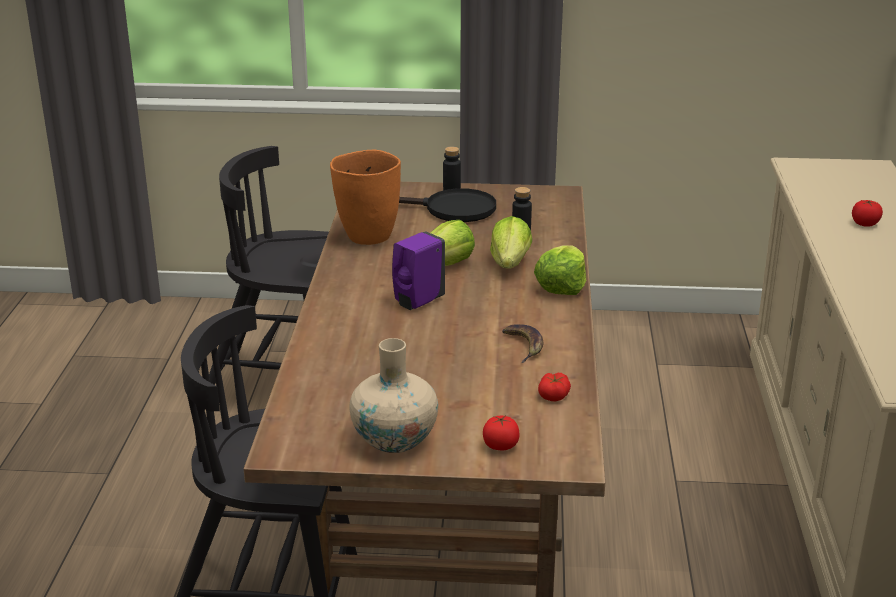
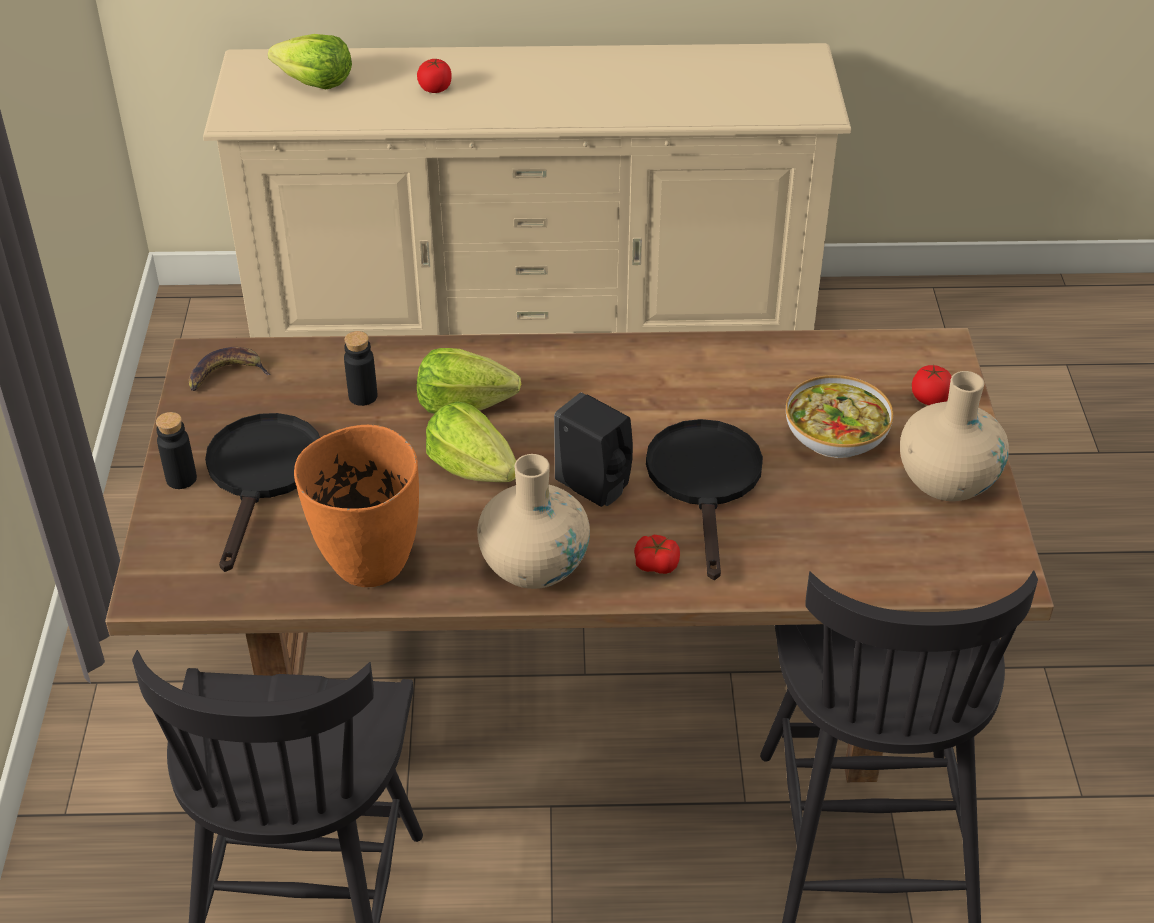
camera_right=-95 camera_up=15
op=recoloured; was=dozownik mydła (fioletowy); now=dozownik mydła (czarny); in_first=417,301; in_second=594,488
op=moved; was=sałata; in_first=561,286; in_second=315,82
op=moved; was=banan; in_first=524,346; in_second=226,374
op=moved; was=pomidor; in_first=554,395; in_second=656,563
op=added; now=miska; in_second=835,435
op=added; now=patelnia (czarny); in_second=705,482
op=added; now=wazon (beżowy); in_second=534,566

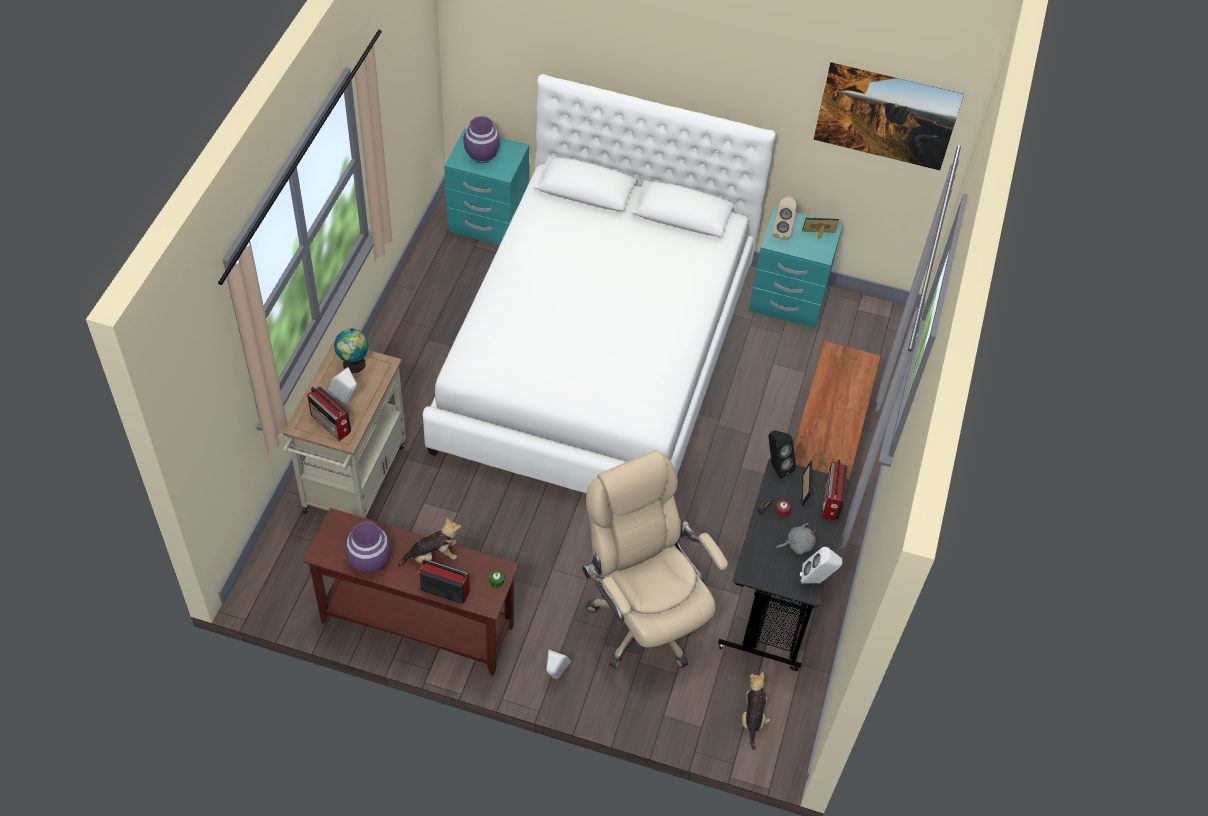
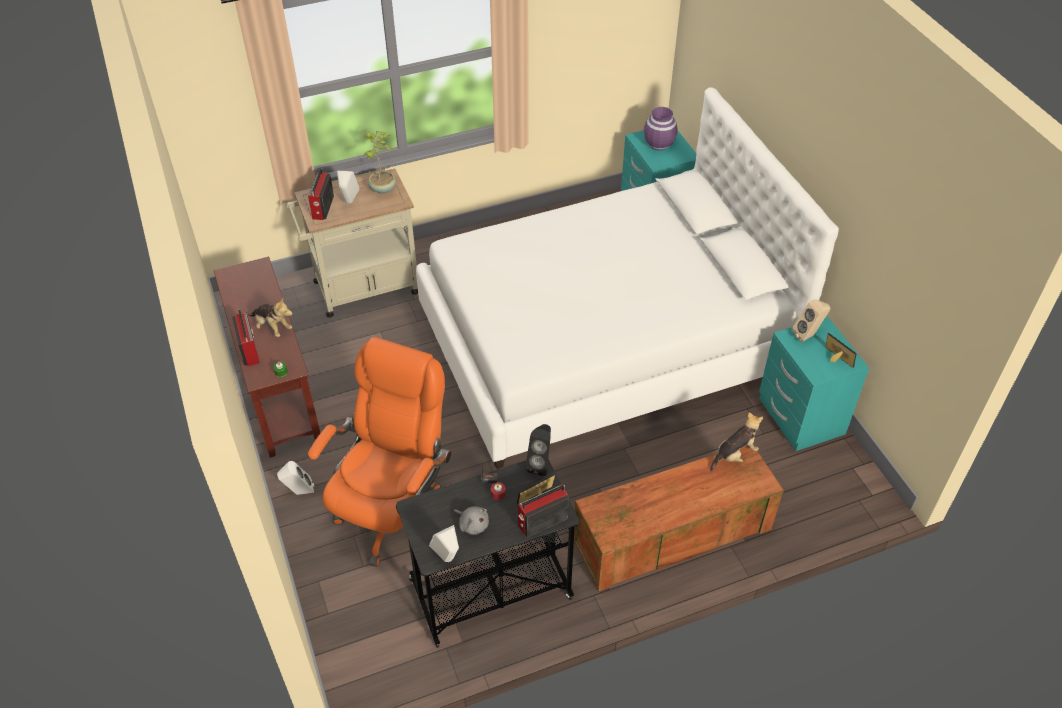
camera_right=55 camera_up=-5
op=removed; was=obraz; in_first=881,136
op=replaced; was=globus; now=roślina doniczkowa; in_first=354,365; in_second=383,188
op=recoloured; was=krzesło biurowe (beżowy); now=krzesło biurowe (pomarańczowy); in_first=644,621; in_second=394,515
op=removed; was=wazon (fioletowy); in_first=369,560
op=moved; was=pluszak; in_first=753,717; in_second=735,455

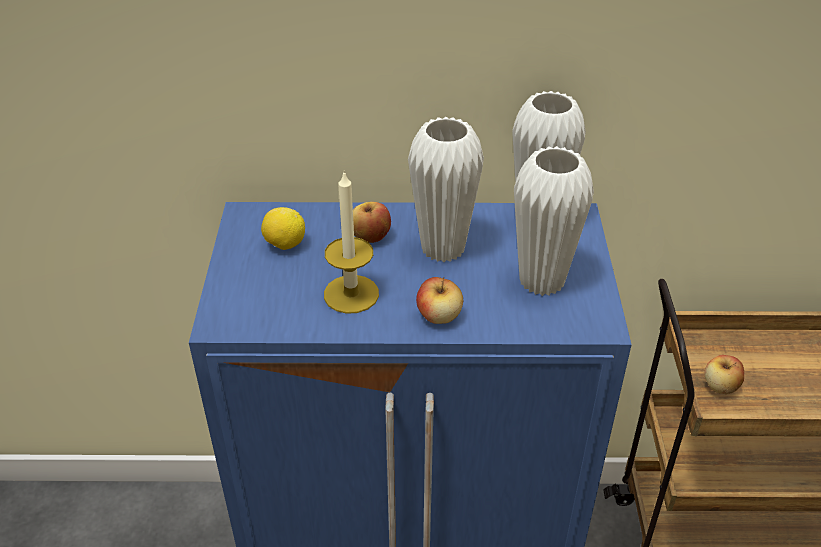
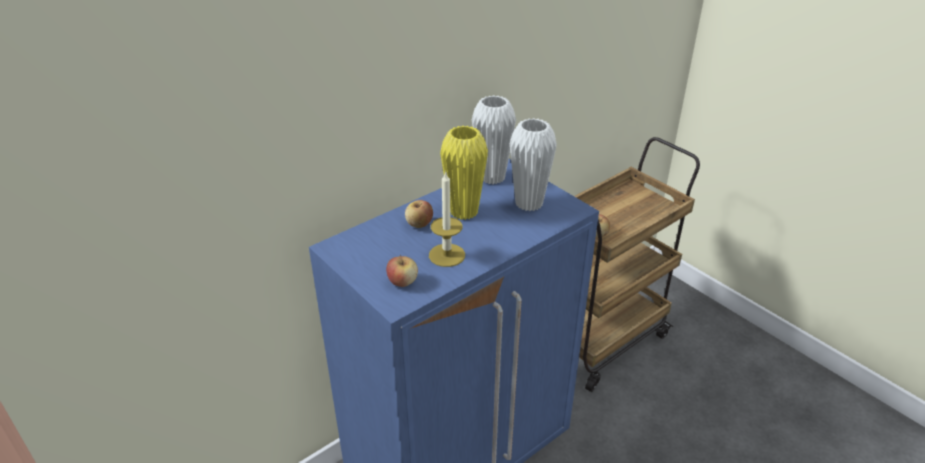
camera_right=-40 camera_up=-5
op=recoloured; was=wazon (biały); now=wazon (żółty); in_first=443,248; in_second=464,212
op=removed; was=cytryna; in_first=284,244
op=moved; was=jabłko; in_first=439,316; in_second=402,282

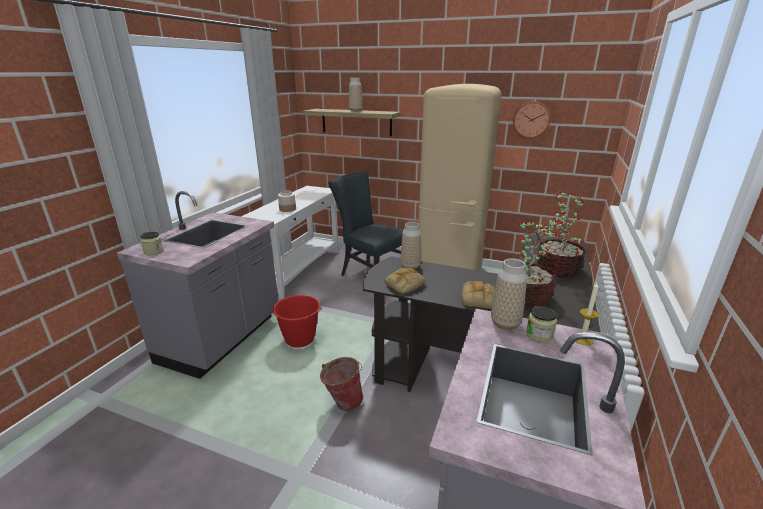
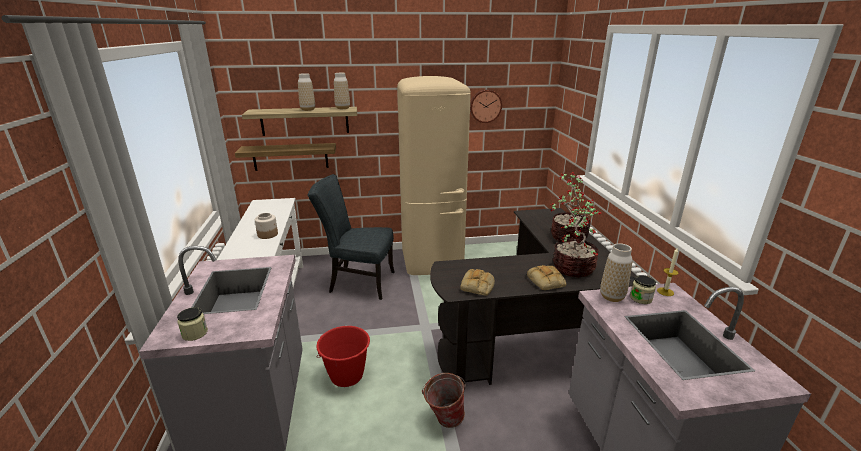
camera_right=-30 camera_up=0
op=moved; was=wazon; in_first=410,266; in_second=342,108
op=added; now=półka; in_second=290,156

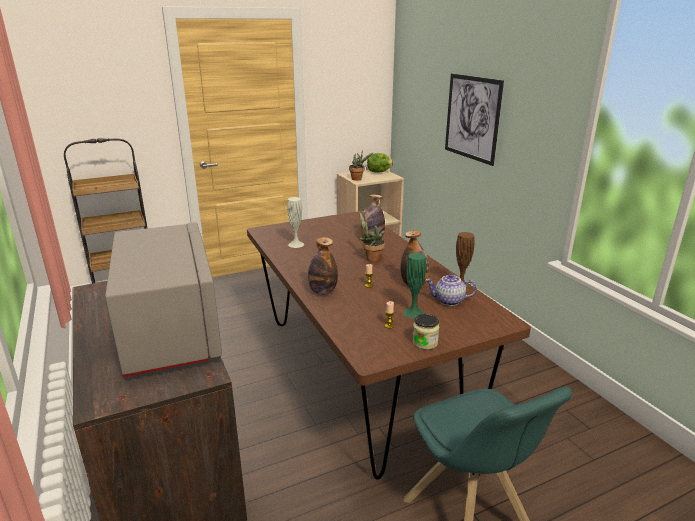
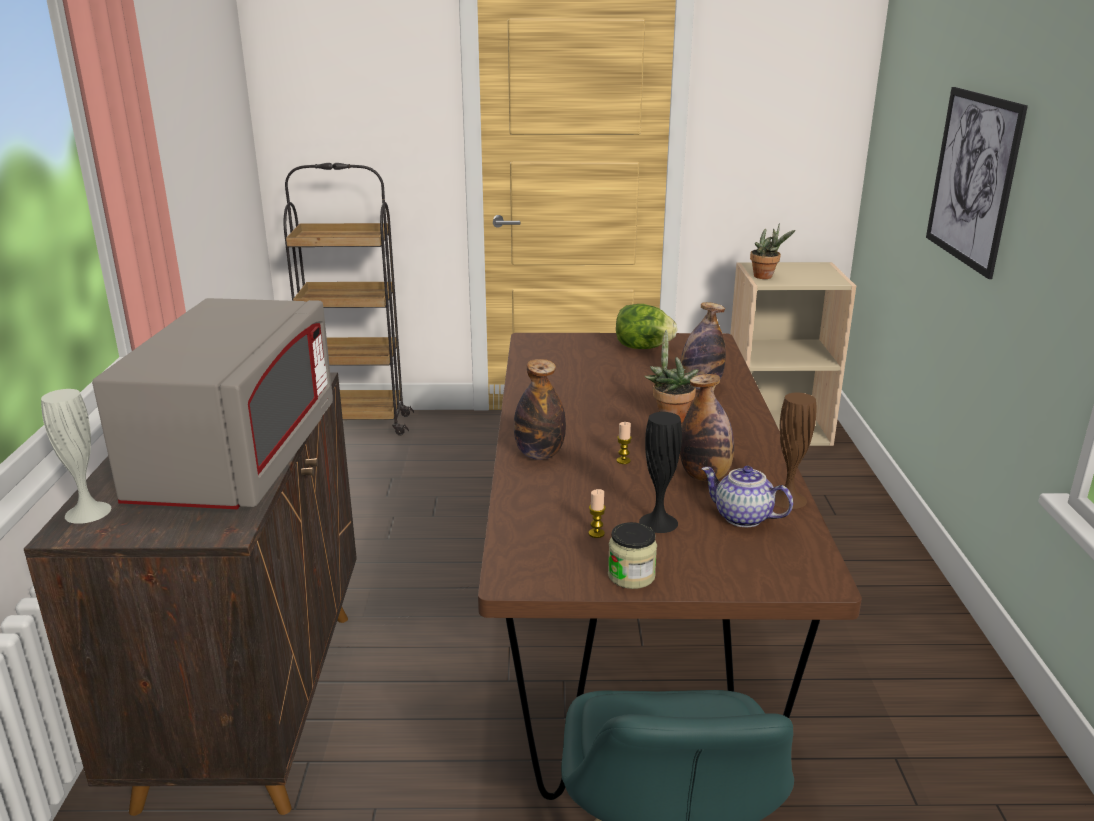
camera_right=25 camera_up=0
op=moved; was=sałata; in_first=379,172; in_second=642,347
op=moved; was=wazon (biały); in_first=296,244; in_second=88,512
op=recoloured; was=wazon (zielony); now=wazon (czarny); in_first=413,313; in_second=658,522

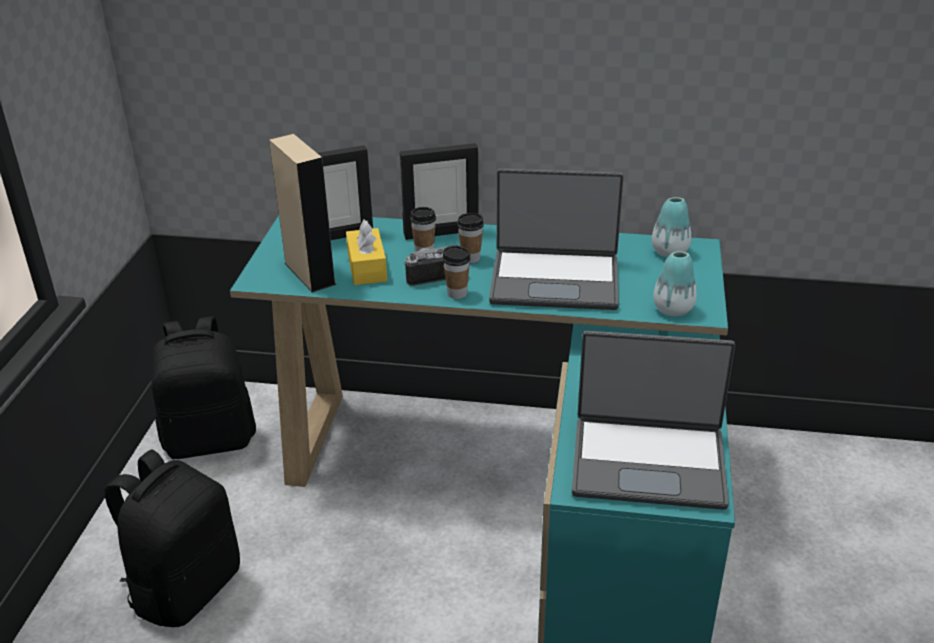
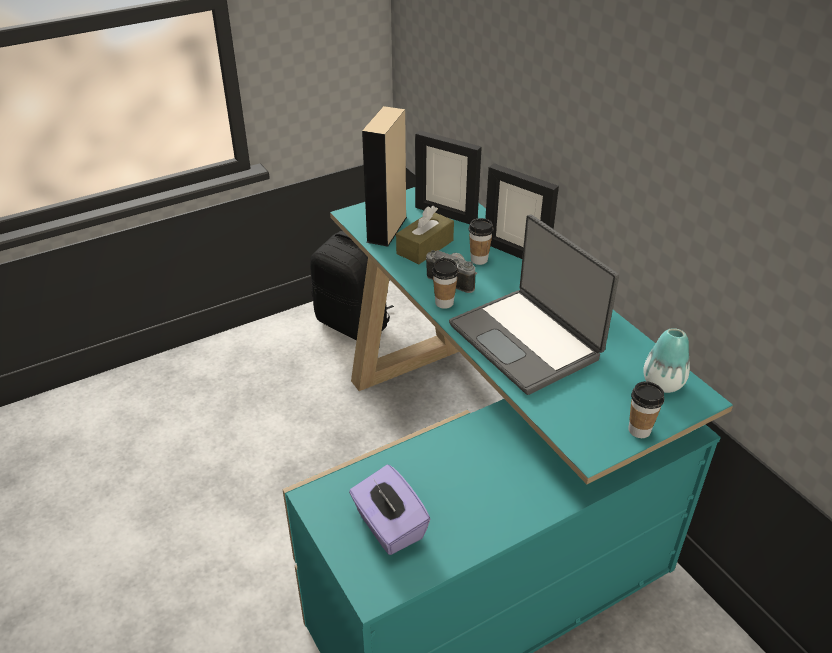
camera_right=50 camera_up=5
op=moved; was=filiżanka; in_first=470,258; in_second=639,430
op=recoloured; was=pudełko chusteczek (żółty); now=pudełko chusteczek (brązowy); in_first=367,267; in_second=425,247
op=removed; was=wazon; in_first=673,309
op=replaced; was=laptop; now=pudełko chusteczek (fioletowy); in_first=648,462; in_second=389,526
op=removed; was=plecak (czarny); in_first=186,588

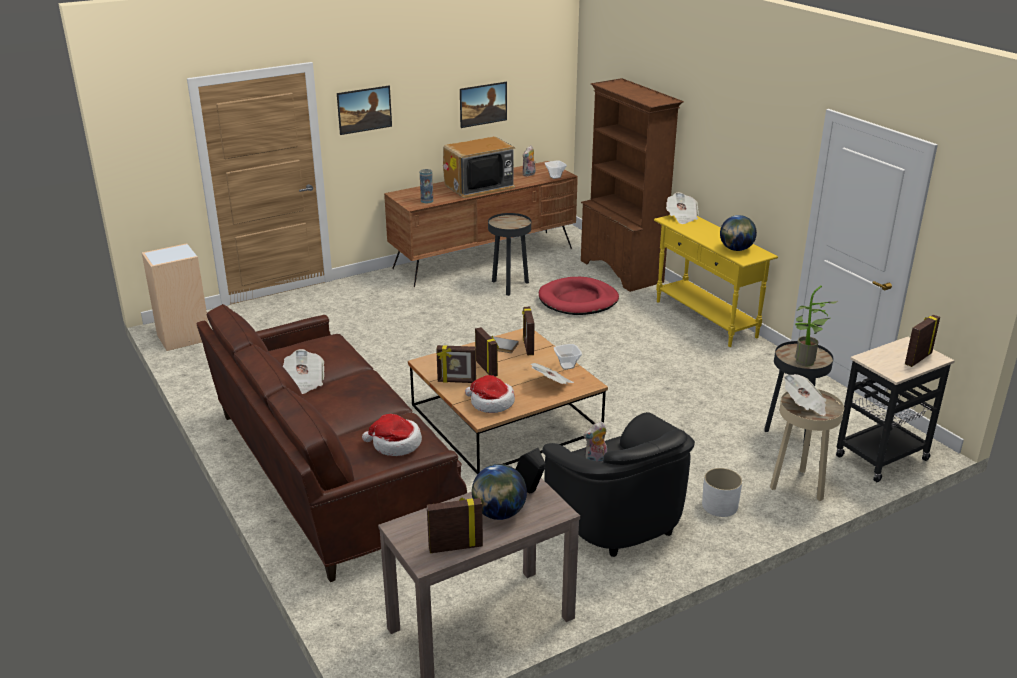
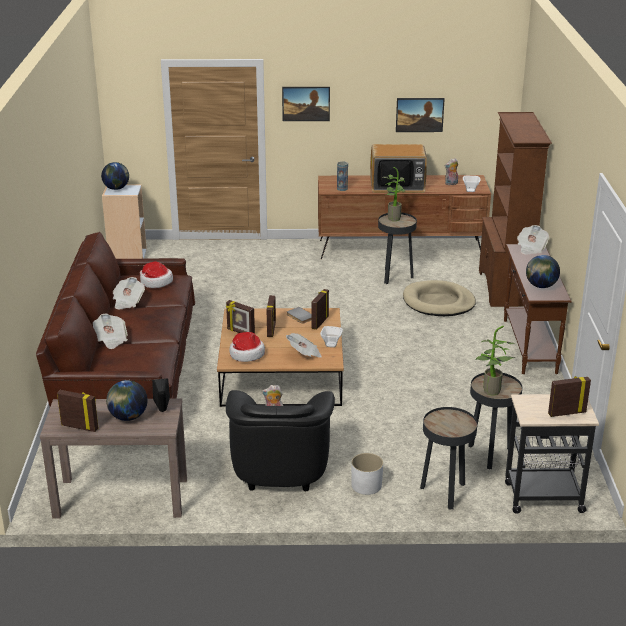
camera_right=30 camera_up=0
op=recoloured; was=stolik konsolowy (żółty); now=stolik konsolowy (brązowy); in_first=705,319; in_second=529,346
op=recoloured; was=legowisko (czerwony); now=legowisko (beżowy); in_first=578,300; in_second=438,302
op=moved; was=gazeta; in_first=804,405; in_second=111,340
op=recoloured; was=stolik (beżowy); now=stolik (czarny); in_first=797,487; in_second=444,494
op=moved; was=kapelusz; in_first=395,444; in_second=155,282
op=added; now=globus; in_second=116,188
op=added; now=roślina doniczkowa; in_second=393,218

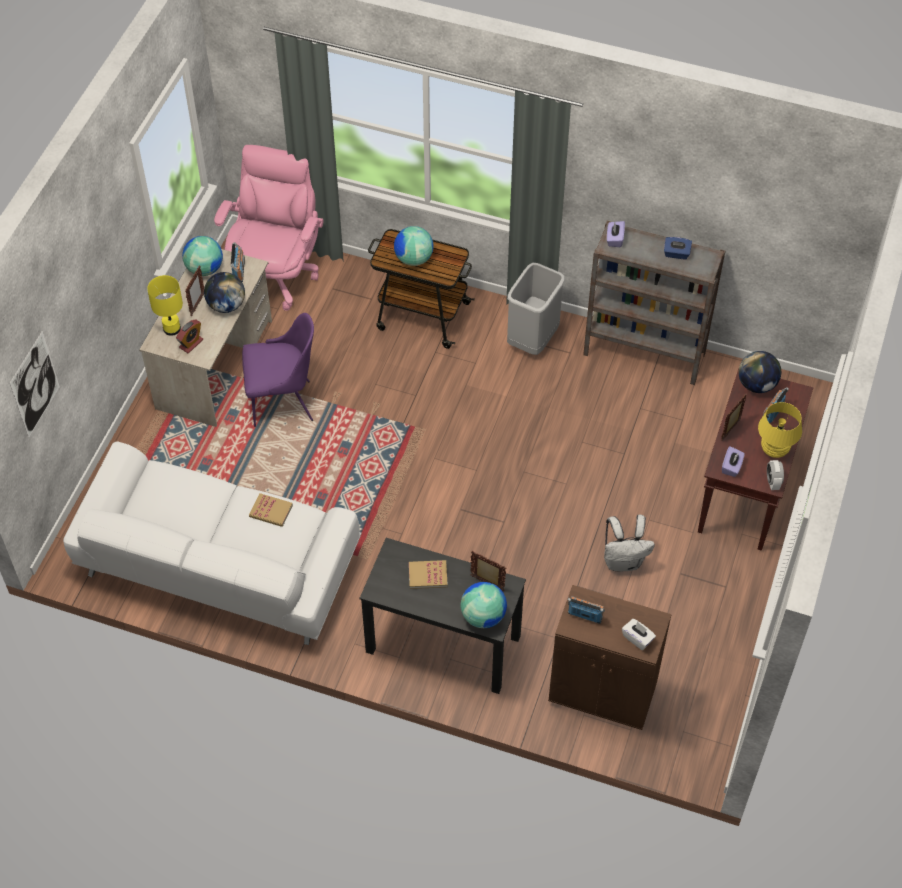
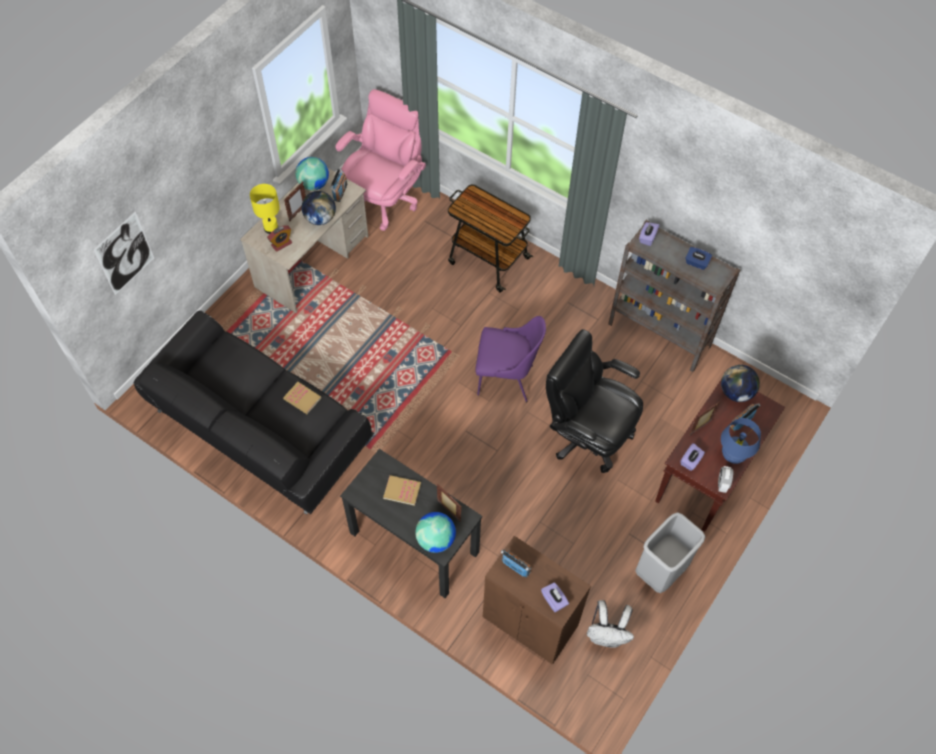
camera_right=15 camera_up=5
op=removed; was=globus; in_first=413,259
op=moved; was=kosz na śmieci (szary); in_first=533,340; in_second=661,571
op=moved; was=krzesło (fioletowy); in_first=282,403; in_second=506,380
op=recoloured; was=lampa stołowa (żółty); now=lampa stołowa (niebieski); in_first=774,450; in_second=733,455
op=recoloured; was=kanapa (biały); now=kanapa (czarny); in_first=218,565; in_second=259,428
op=moved; was=plecak (biały); in_first=623,561; in_second=606,636
op=recoloured; was=pudełko chusteczek (biały); now=pudełko chusteczek (fioletowy); in_first=637,638; in_second=554,600
op=added; now=krzesło biurowe (czarny); in_second=587,434

